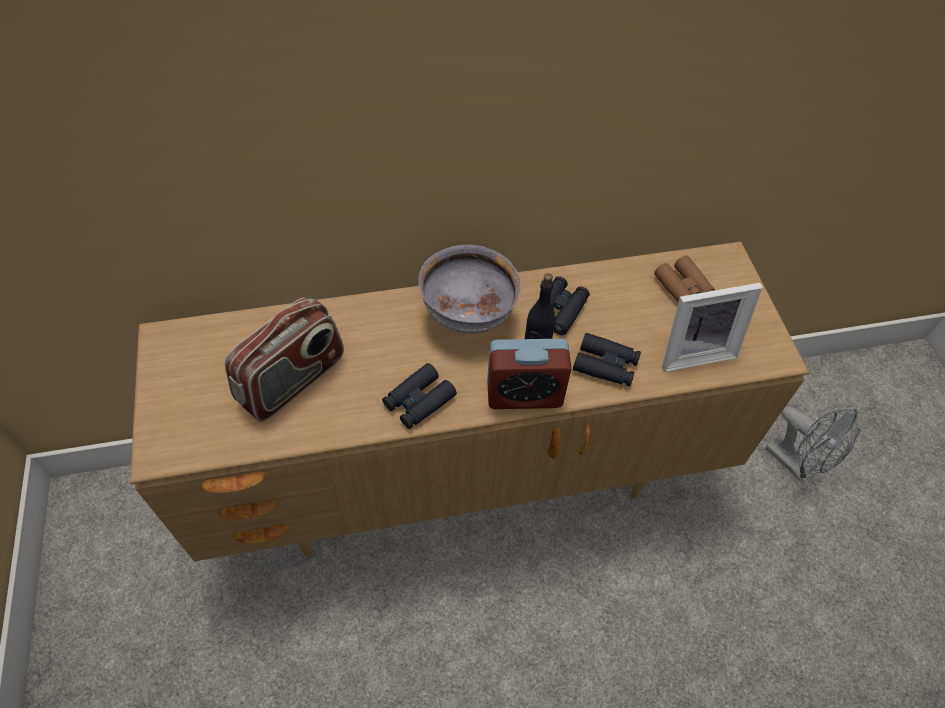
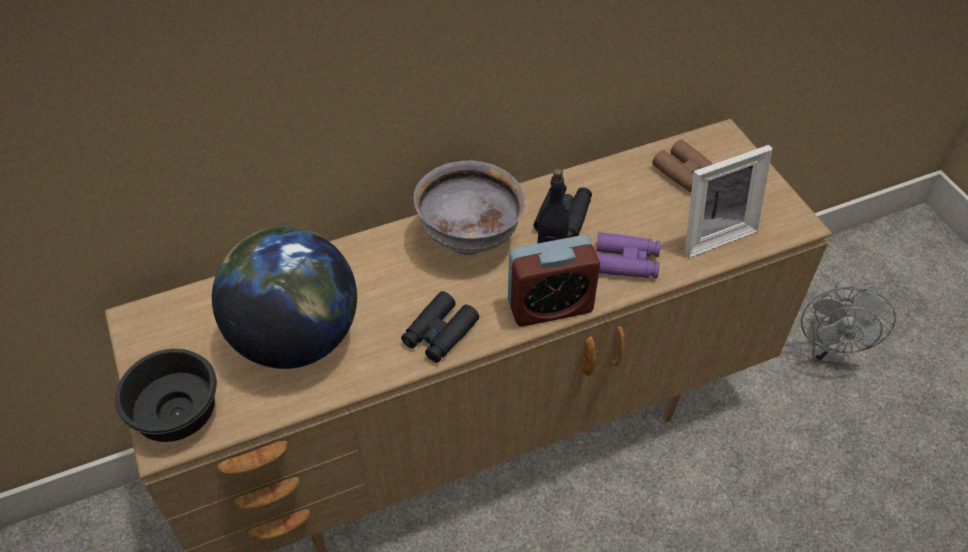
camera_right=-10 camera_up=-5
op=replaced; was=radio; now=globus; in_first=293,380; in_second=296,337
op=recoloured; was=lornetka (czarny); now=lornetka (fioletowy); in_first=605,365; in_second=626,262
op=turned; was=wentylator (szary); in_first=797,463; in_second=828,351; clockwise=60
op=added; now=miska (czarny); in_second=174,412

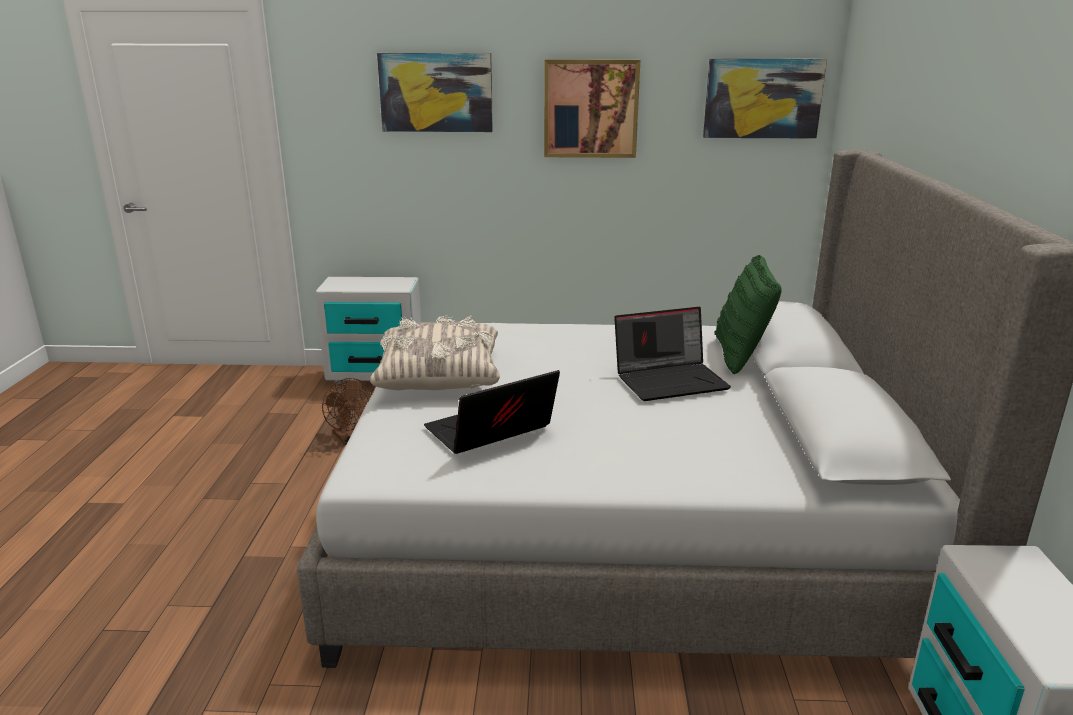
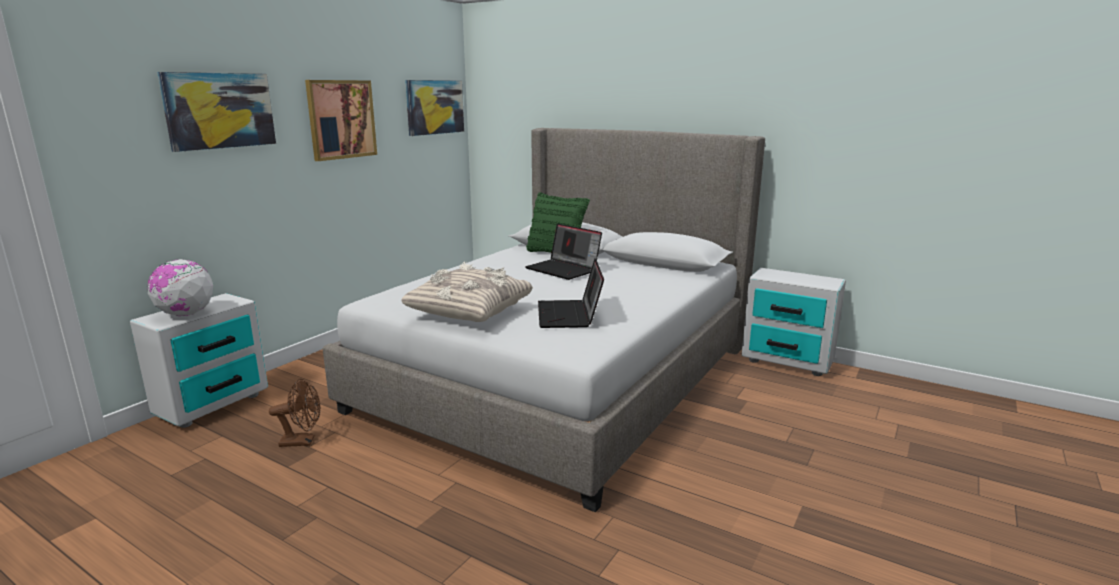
camera_right=-60 camera_up=-5
op=turned; was=laptop; in_first=671,380; in_second=564,269; clockwise=120
op=added; now=globus; in_second=185,314

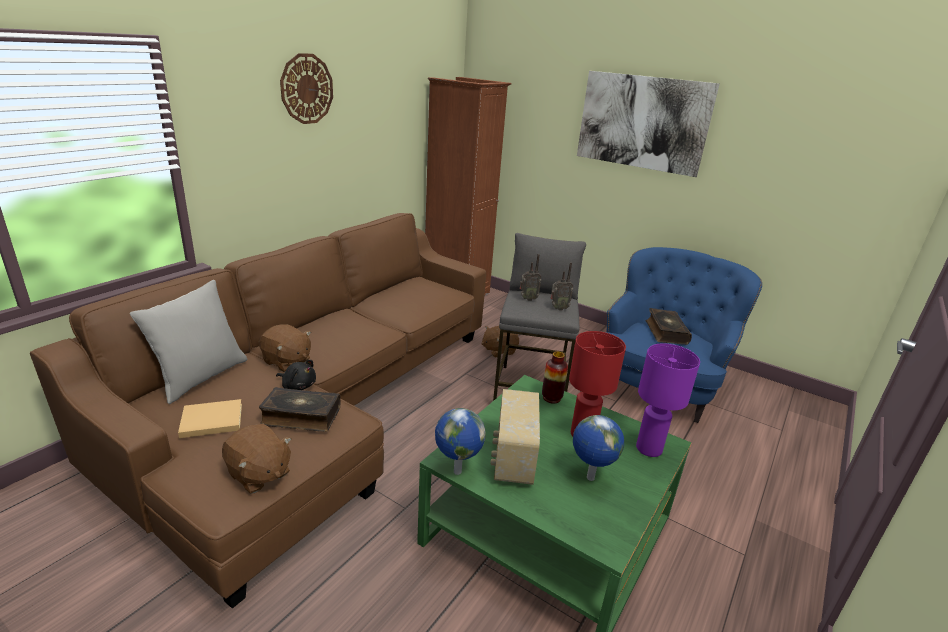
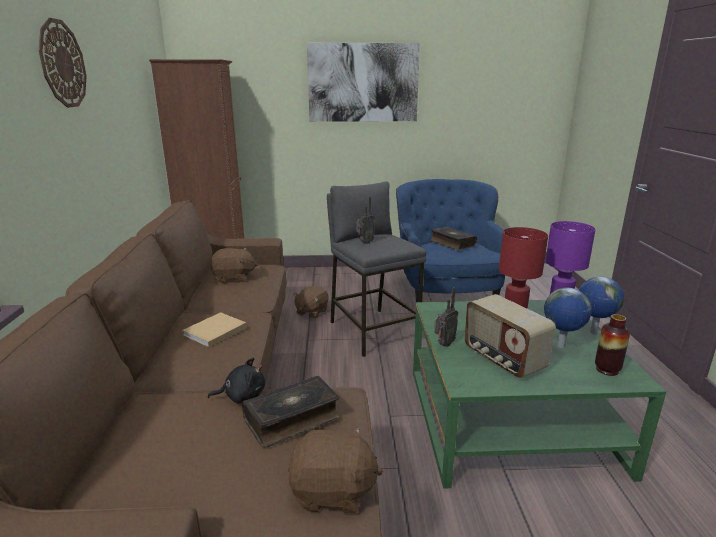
camera_right=-35 camera_up=-5
op=moved; was=radio; in_first=558,308; in_second=443,344
op=removed; was=poduszka (szary); in_first=200,377
op=moved; was=pluszak (brązowy); in_first=286,361; in_second=234,278
op=moved; was=wazon; in_first=551,398; in_second=607,370
op=moved; was=książka (beżowy); in_first=209,420; in_second=213,332
op=moved; was=globus; in_first=456,471; in_second=592,333

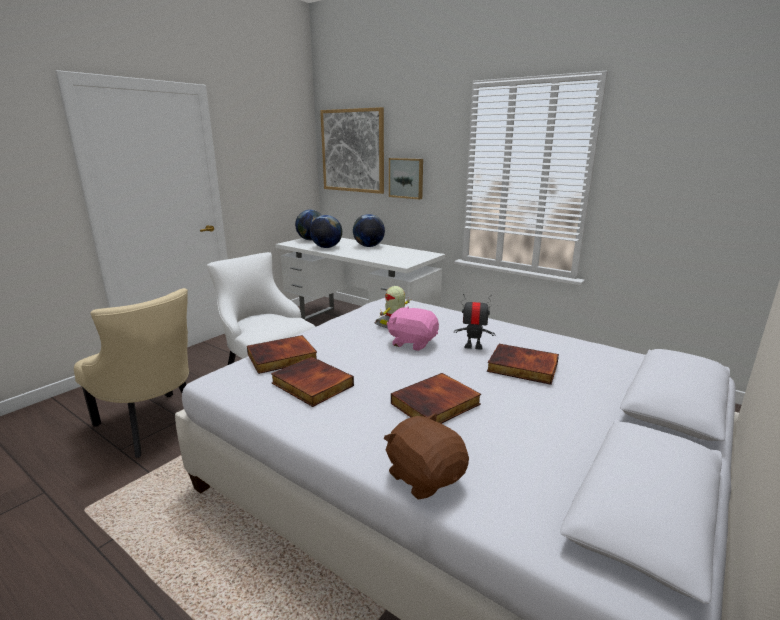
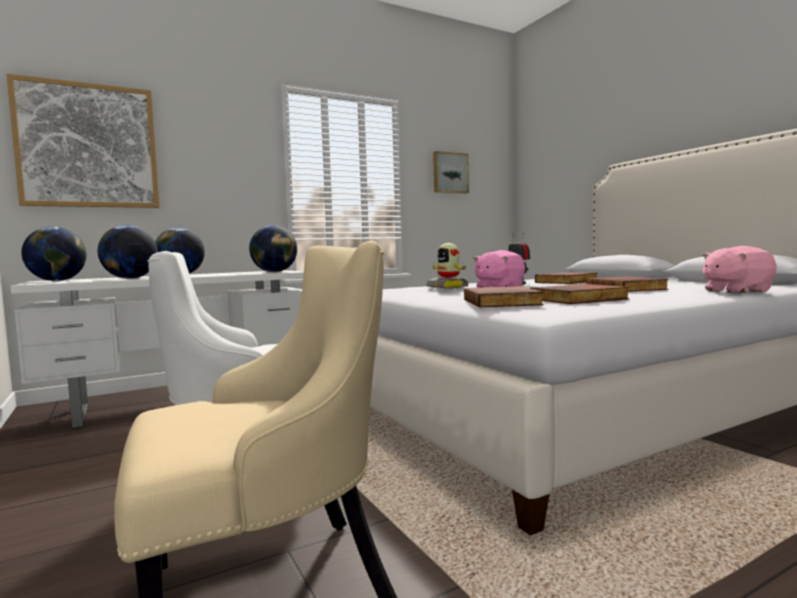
camera_right=-65 camera_up=-15
op=moved; was=obraz; in_first=406,178; in_second=450,173
op=recoloured; was=pluszak (brązowy); now=pluszak (różowy); in_first=425,477; in_second=736,291
op=added; now=globus; in_second=274,272

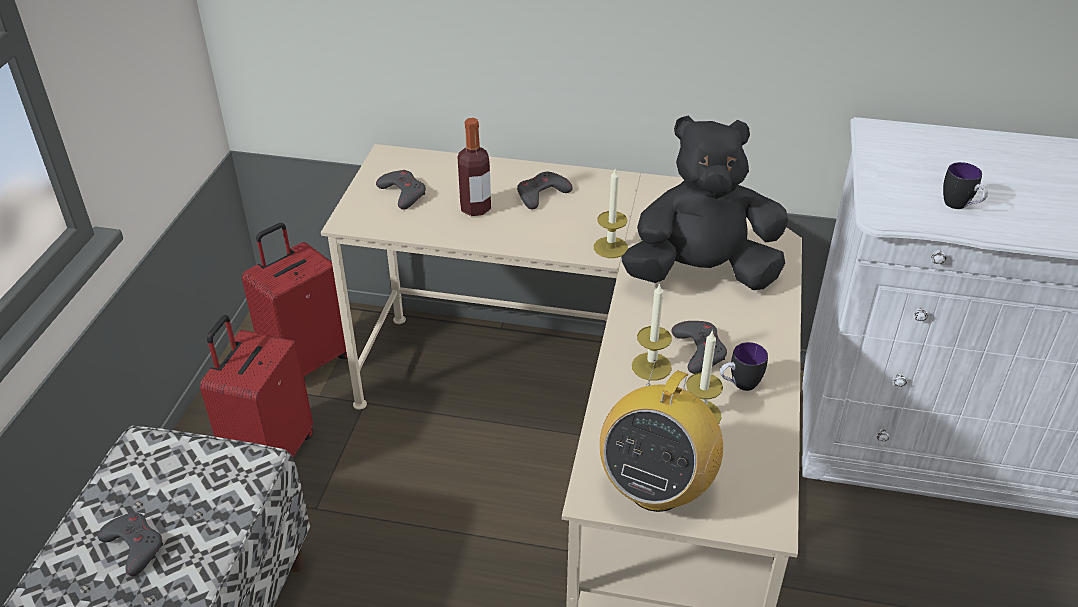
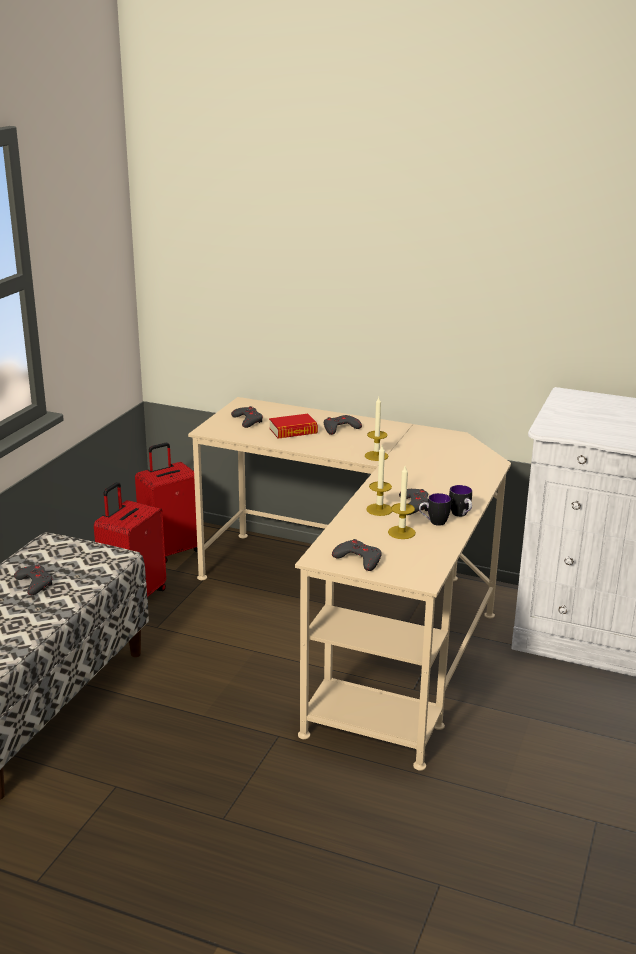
camera_right=10 camera_up=-15
op=removed; was=pluszak (czarny); in_first=701,274
op=replaced; was=butelka; now=książka; in_first=475,208; in_second=293,431
op=moved; was=kubek; in_first=960,206; in_second=461,515
op=replaced; was=radio; now=pad do gier (szary); in_first=656,488; in_second=358,559

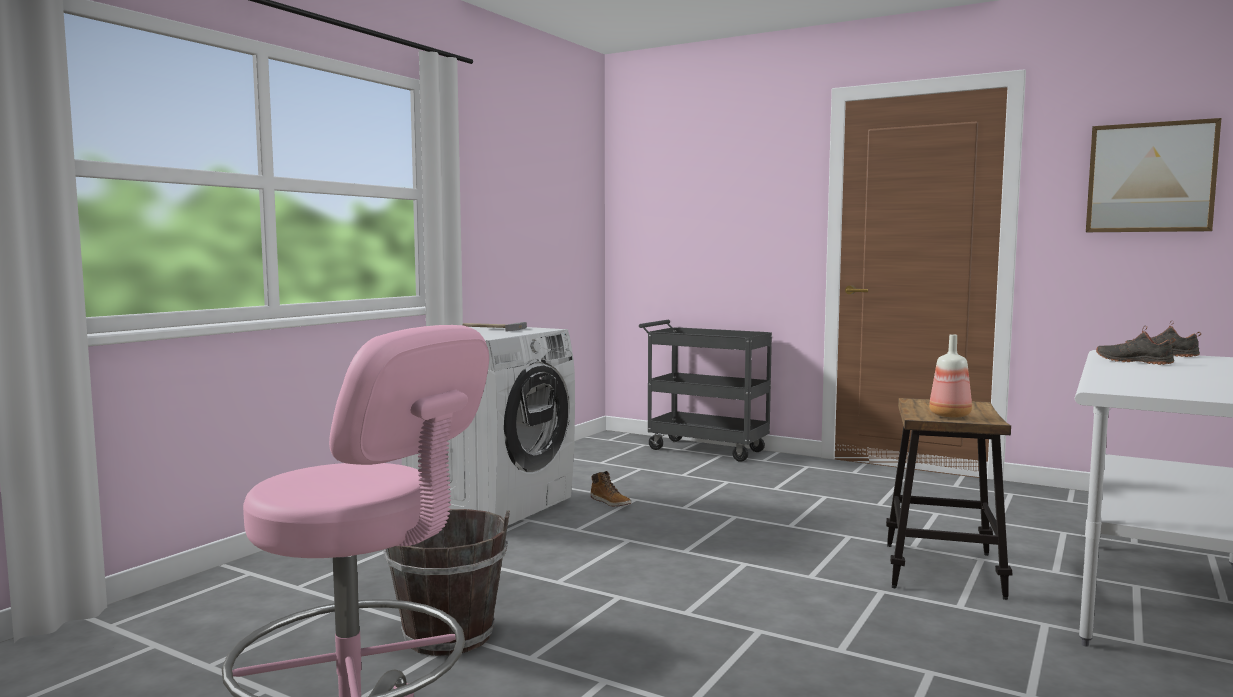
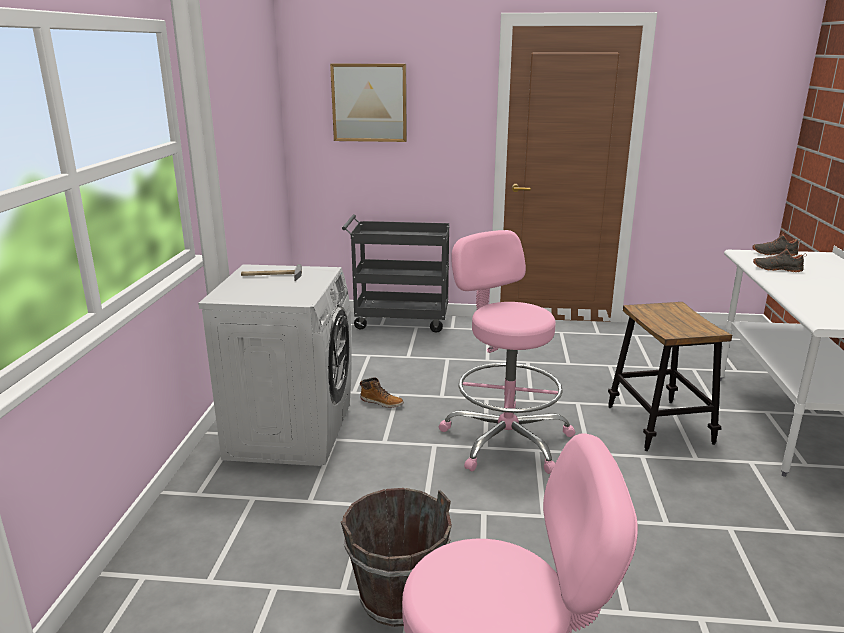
camera_right=-25 camera_up=15
op=moved; was=obraz; in_first=1150,177; in_second=369,103
op=removed; was=butelka; in_first=951,415
op=added; now=stołek (różowy); in_second=505,438

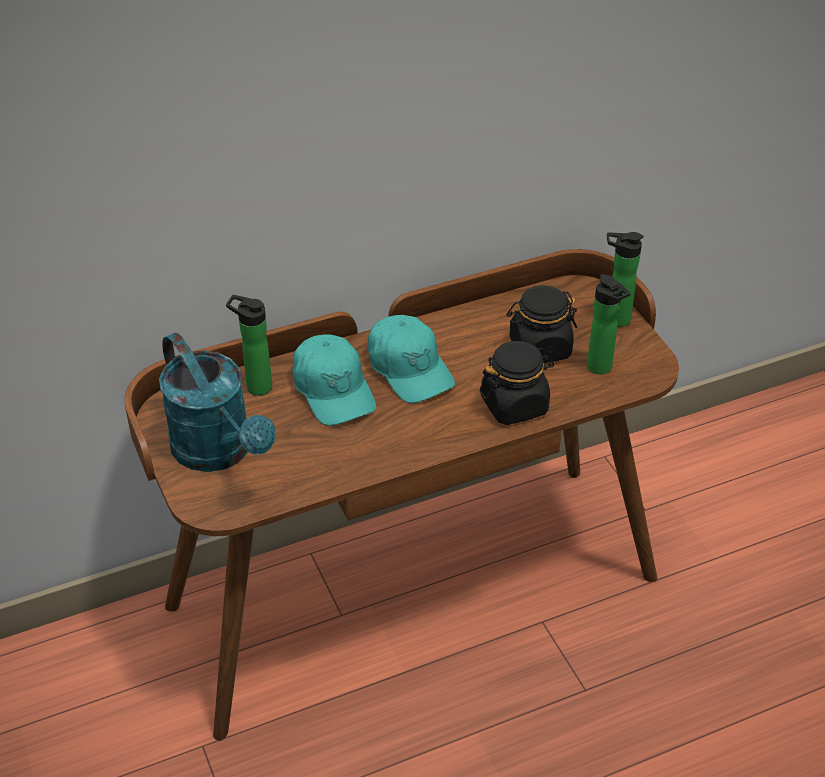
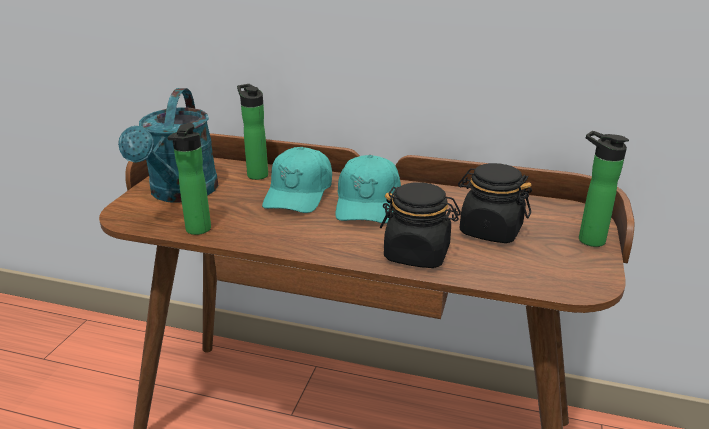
camera_right=40 camera_up=-15
op=moved; was=butelka; in_first=601,369; in_second=196,231

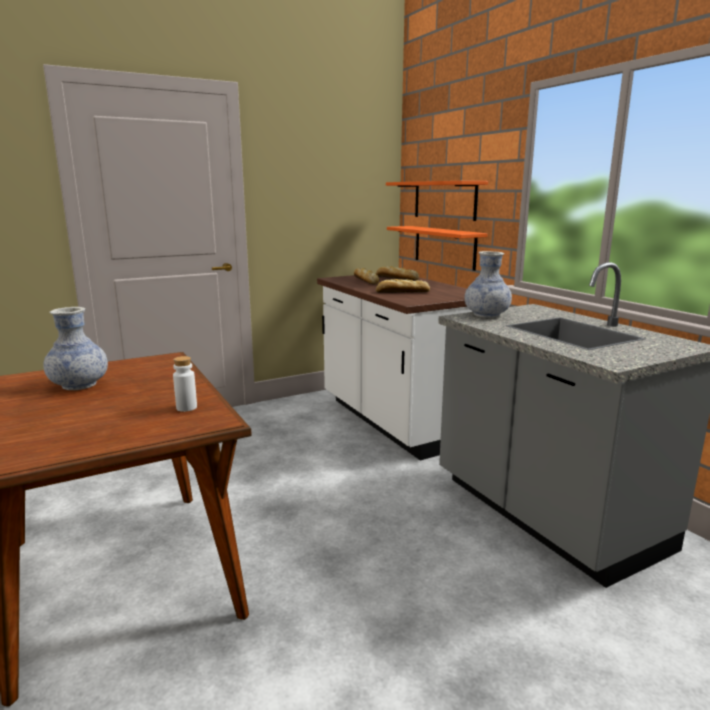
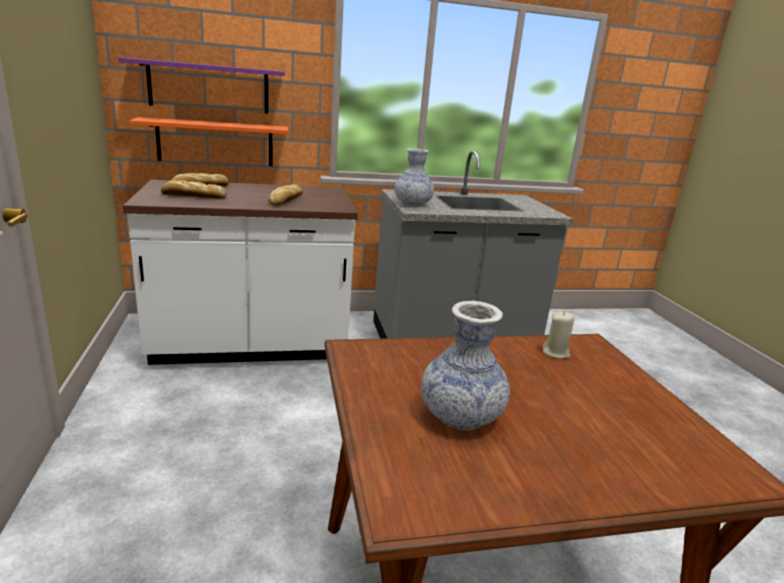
camera_right=-75 camera_up=5
op=recoloured; was=półka (pomarańczowy); now=półka (fioletowy); in_first=444,200; in_second=209,87
op=replaced; was=butelka (biały); now=świeca (beżowy); in_first=186,408; in_second=556,353

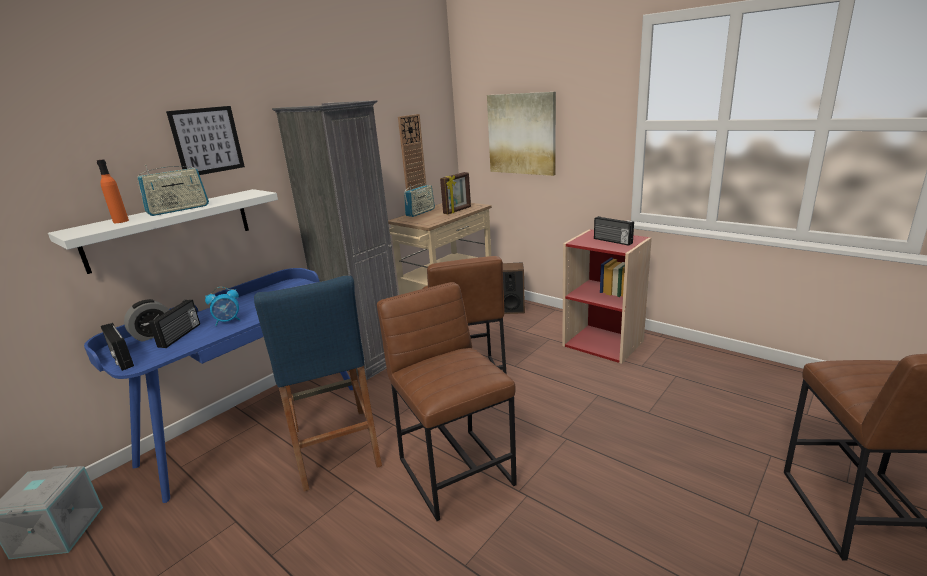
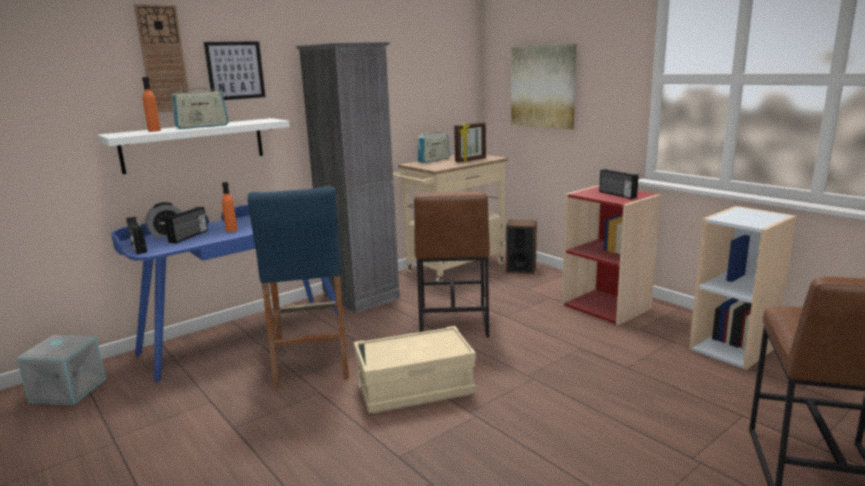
camera_right=10 camera_up=-5
op=moved; was=zegar ścienny; in_first=412,154; in_second=163,59
op=replaced; was=krzesło (brązowy); now=pojemnik do przechowywania (beżowy); in_first=454,470; in_second=415,389
op=replaced; was=budzik; now=butelka (pomarańczowy); in_first=228,321; in_second=231,230
op=added; now=regał; in_second=733,348

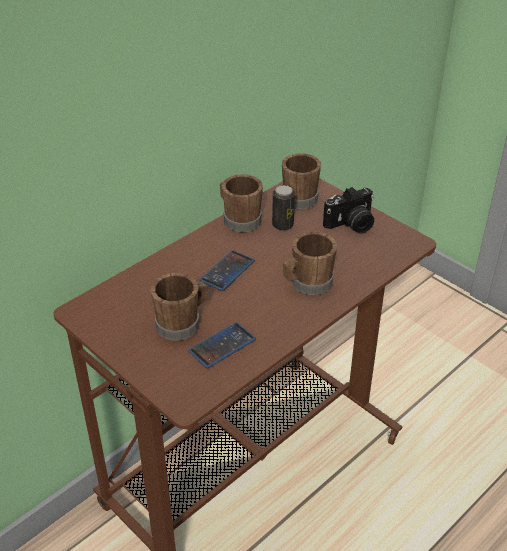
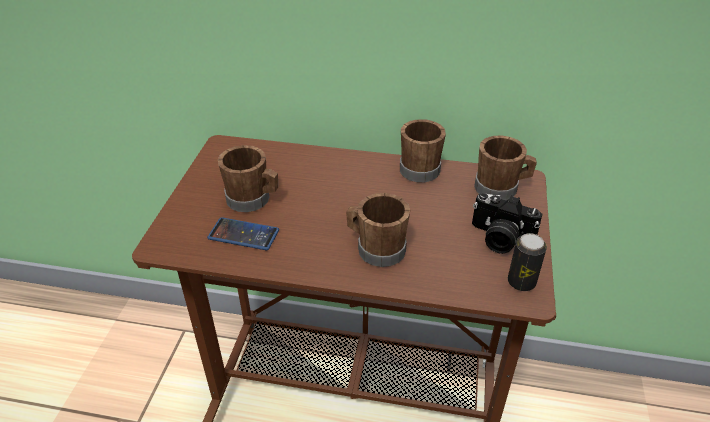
camera_right=55 camera_up=0
op=moved; was=puszka; in_first=282,225; in_second=521,282
op=removed; was=telefon; in_first=227,271

